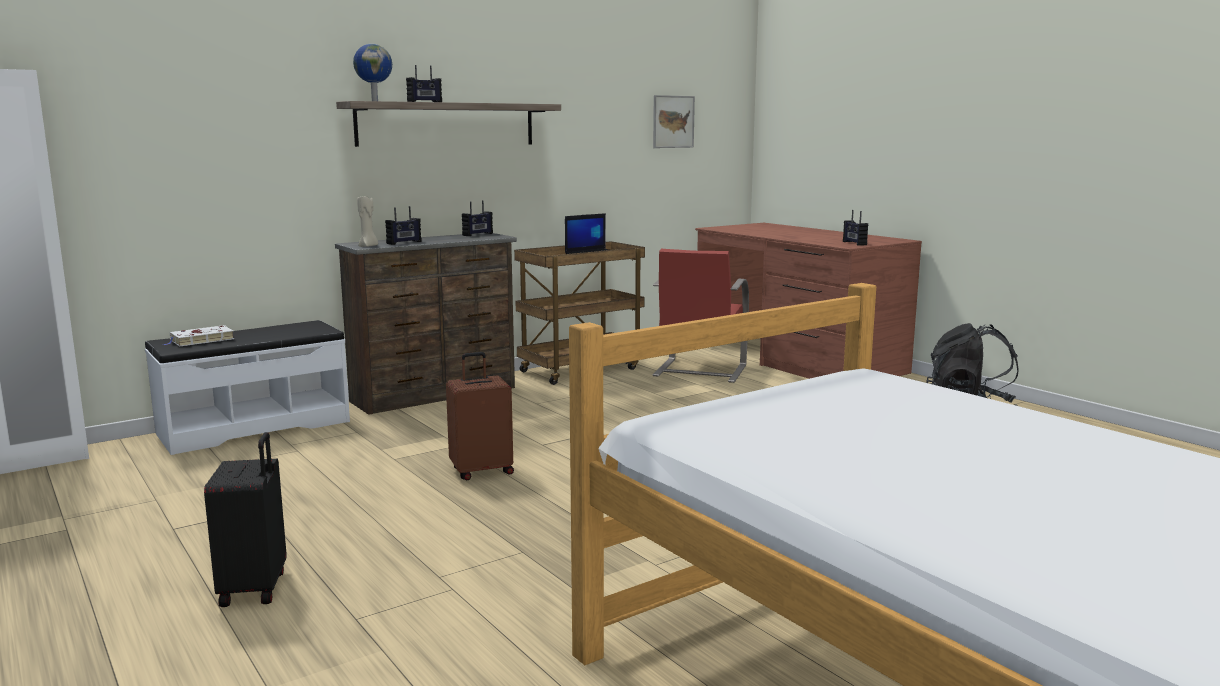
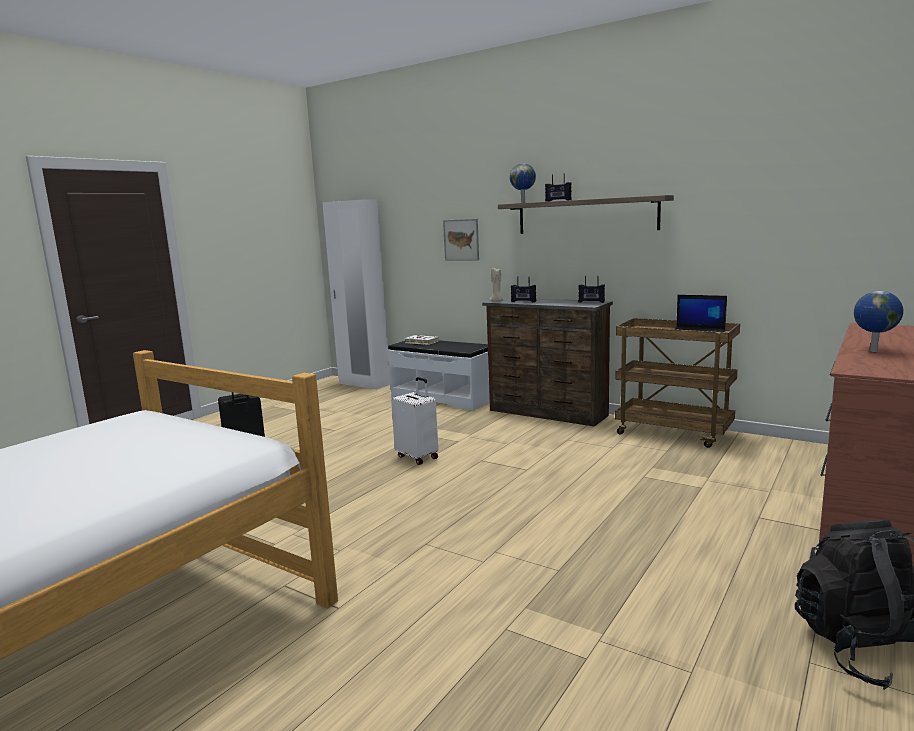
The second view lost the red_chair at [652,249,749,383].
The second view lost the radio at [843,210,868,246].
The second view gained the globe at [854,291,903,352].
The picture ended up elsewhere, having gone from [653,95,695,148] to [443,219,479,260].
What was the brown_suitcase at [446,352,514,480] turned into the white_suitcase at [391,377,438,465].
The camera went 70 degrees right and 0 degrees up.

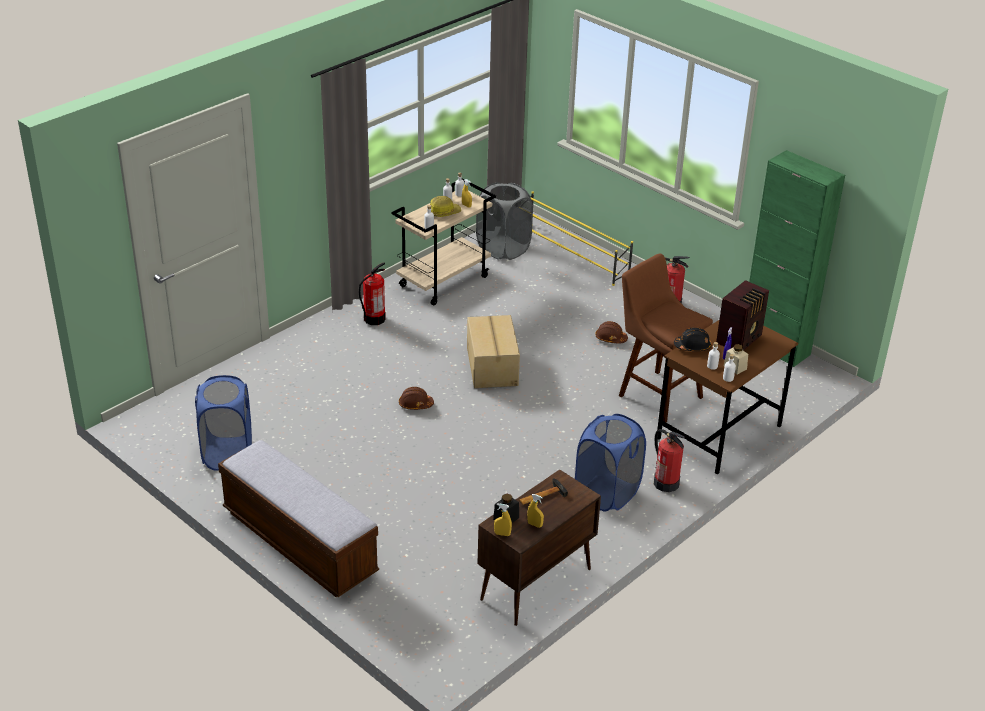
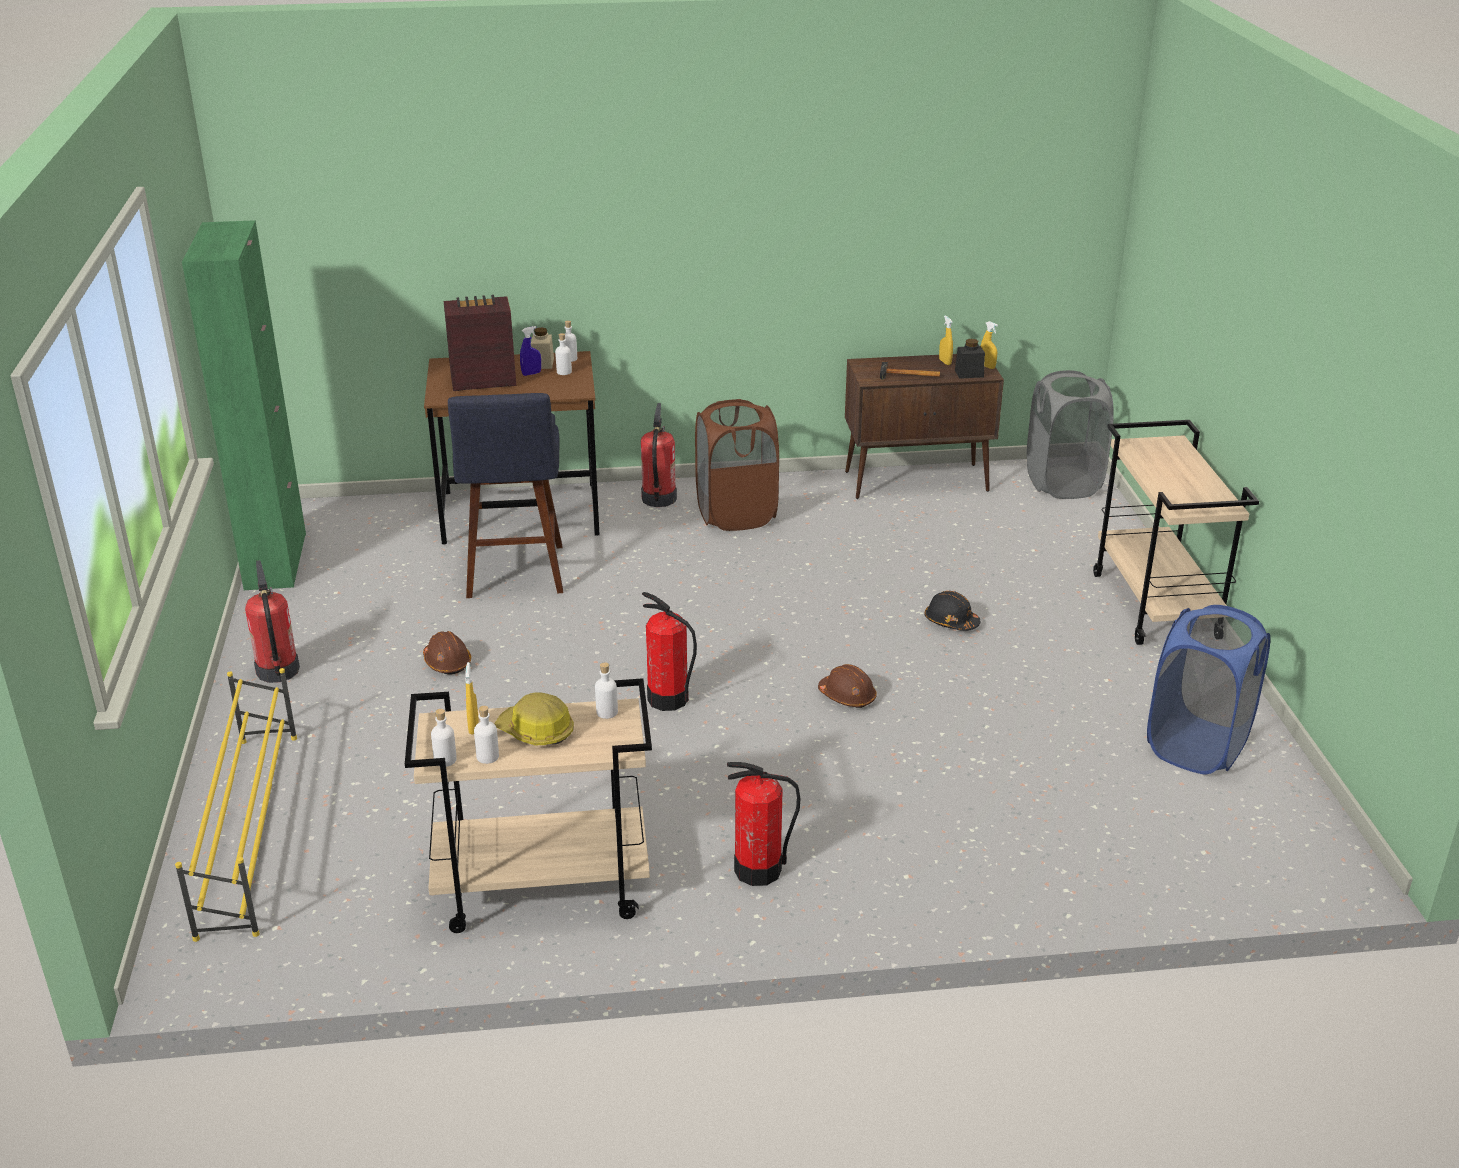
The grey_laundry_basket ended up elsewhere, having gone from [476,182,533,260] to [1027,370,1114,499].
The black_hard_hat ended up elsewhere, having gone from [674,327,711,351] to [924,591,980,631].
Where the bench stood at [218,440,379,597], the beige_cart came to stand at [1093,420,1259,645].
Where the cardboard_box stood at [467,315,520,388], the fire_extinguisher came to stand at [642,592,697,711].
What was the blue_laundry_basket at [575,414,646,512] turned into the brown_laundry_basket at [695,399,779,531].
What was the brown_stool at [619,254,713,422] turned into the blue_stool at [448,393,563,598].
The camera went 140 degrees left and 5 degrees down.

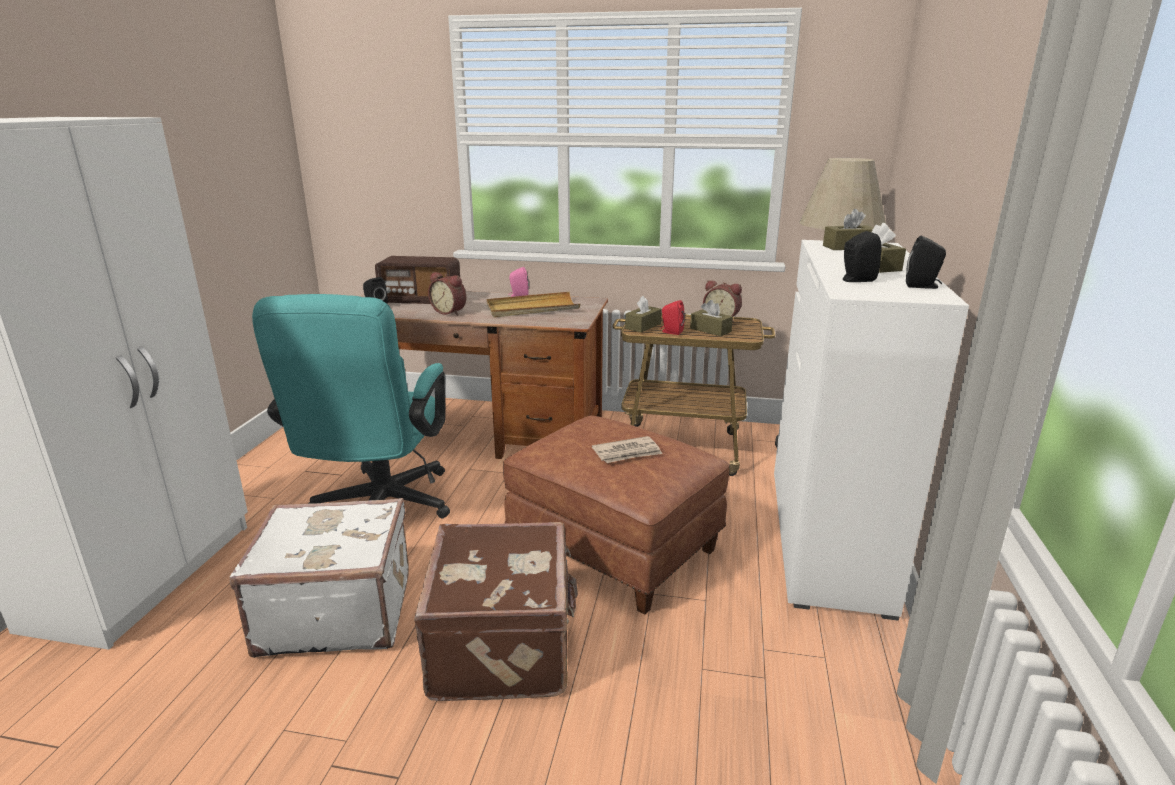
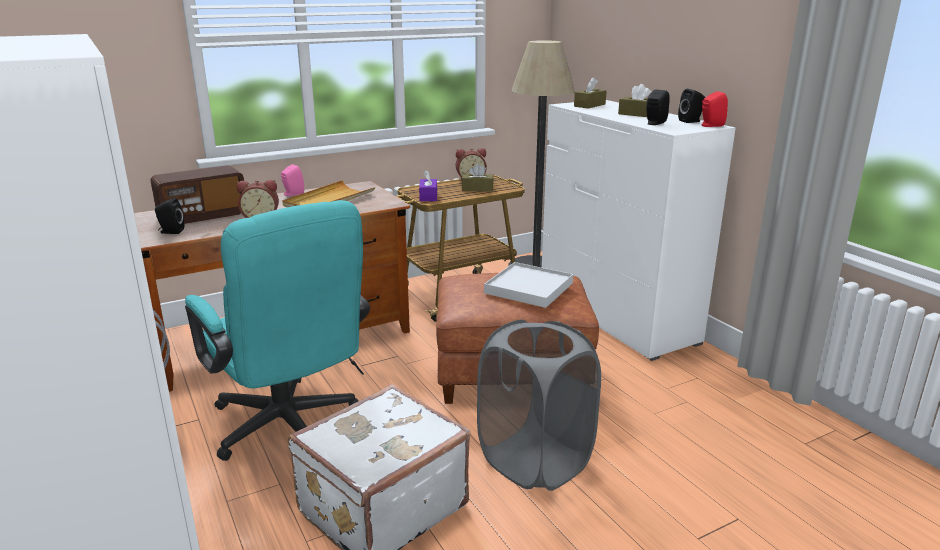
The red_speaker ended up elsewhere, having gone from [660,300,685,335] to [701,91,728,127].
Where the brown_suitcase stood at [414,522,578,701], the grey_laundry_basket came to stand at [477,320,601,491].
Where the newspaper stood at [592,436,663,463], the white_tray came to stand at [484,262,573,308].
What was the brown_tissue_box at [625,296,662,332] turned into the purple_tissue_box at [419,170,437,201].
The camera went 40 degrees left and 0 degrees up.

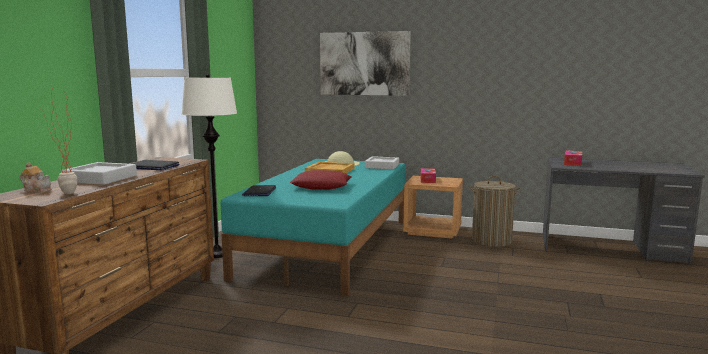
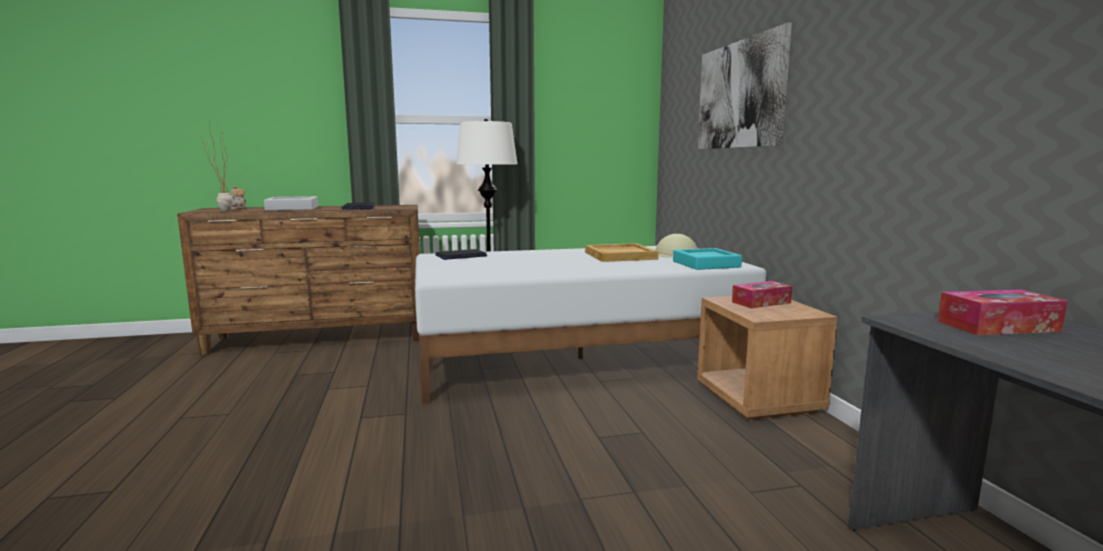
The second view lost the red_pillow at [290,170,352,190].
The second view lost the laundry_basket at [469,176,521,247].
What was the turquoise_bed at [221,159,405,296] turned into the white_bed at [415,246,766,404].
What was the grey_tray at [365,156,399,169] turned into the turquoise_tray at [673,248,742,270].
The camera went 60 degrees right and 0 degrees up.

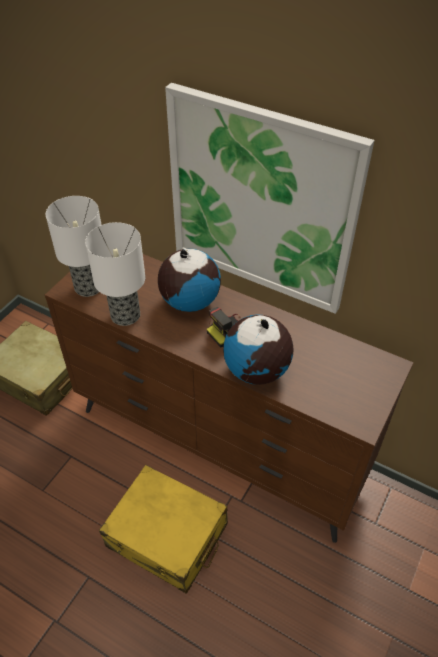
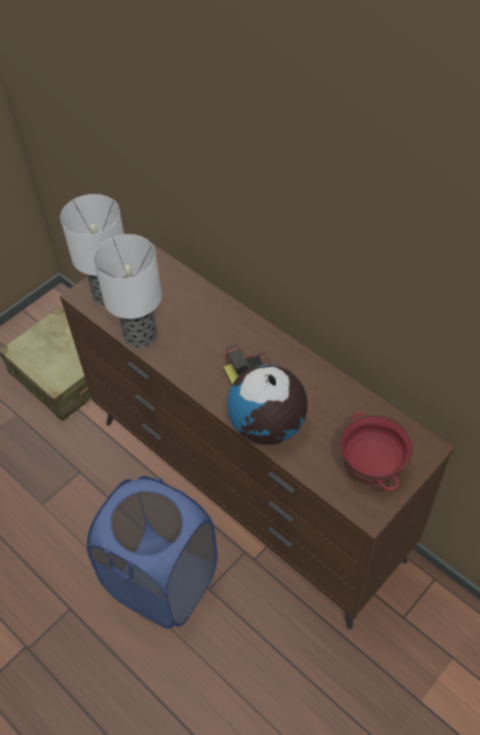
The second view lost the globe at [158,249,221,312].
The second view lost the picture at [165,83,375,314].
The second view gained the red_bowl at [340,412,413,491].
Where the yellow_suitcase stood at [99,465,228,594], the blue_laundry_basket came to stand at [87,476,218,629].
The camera went 15 degrees right and 5 degrees up.

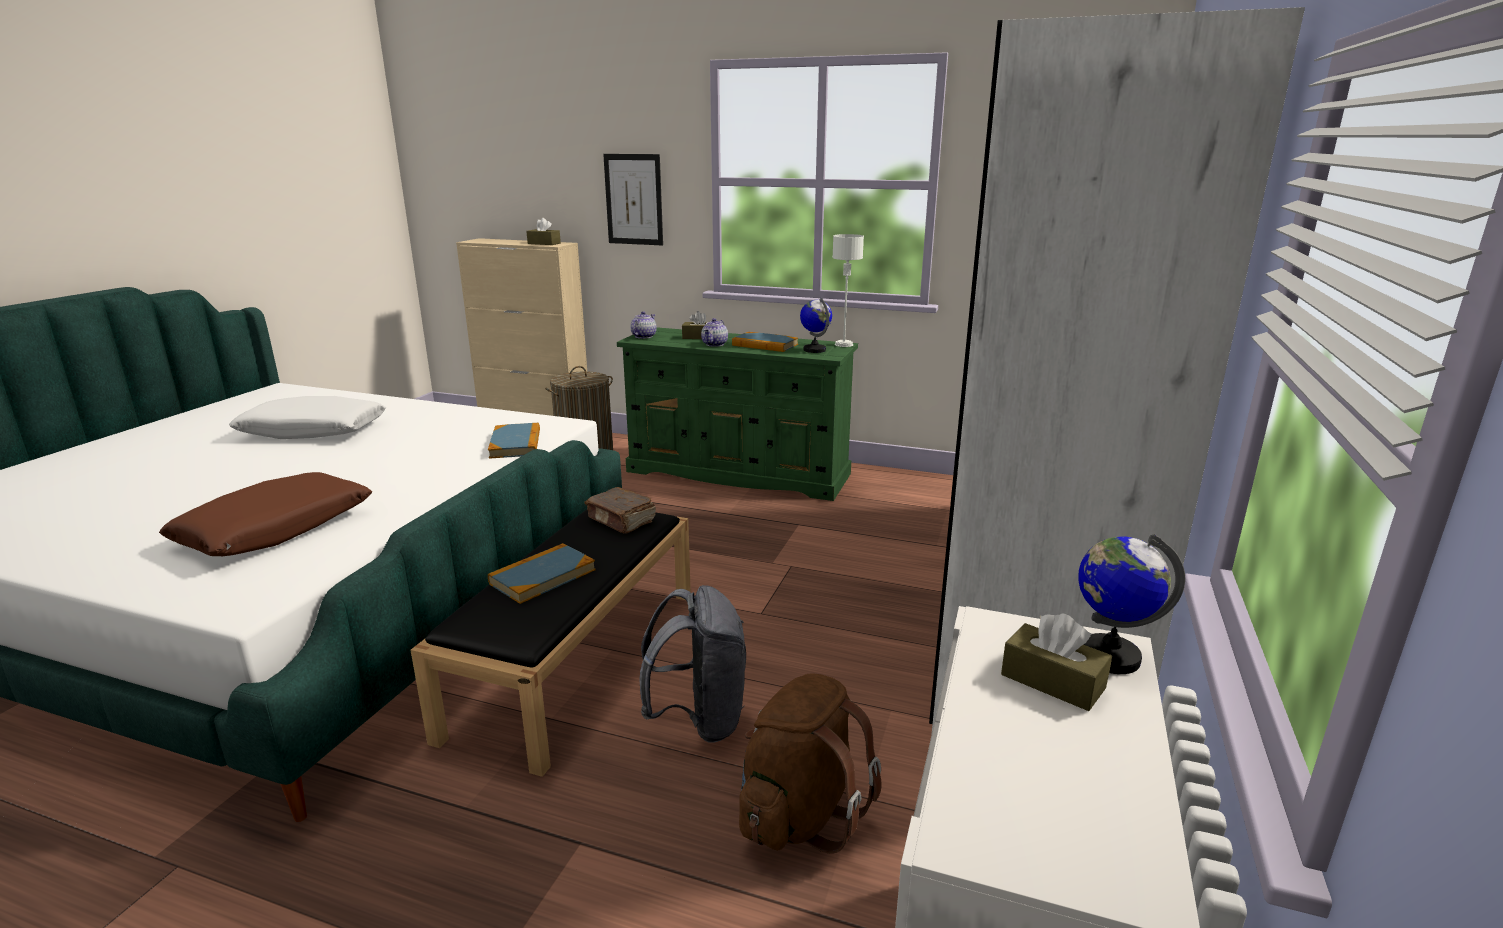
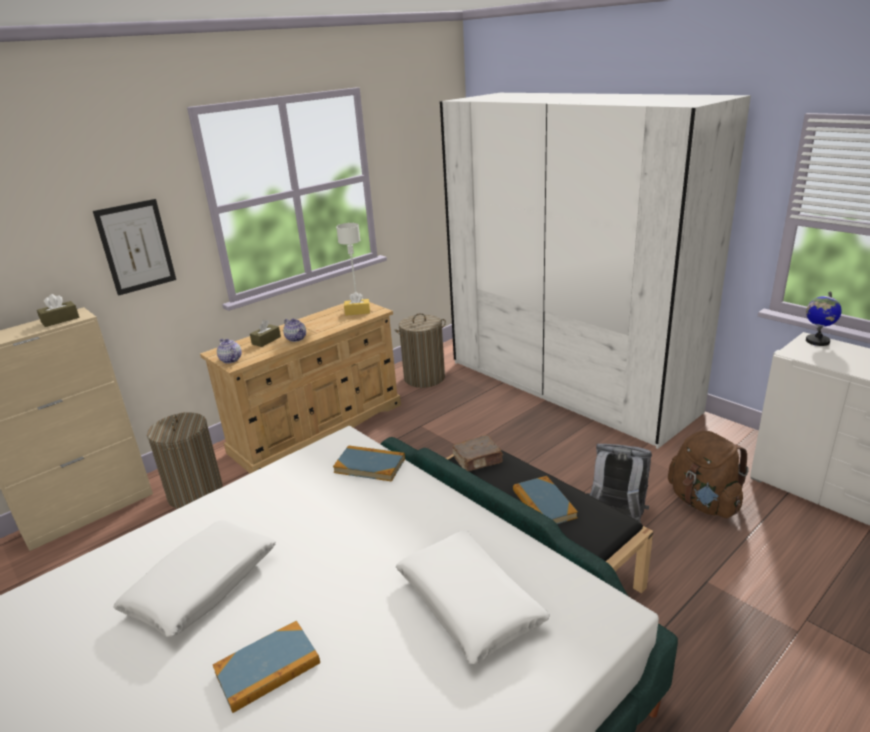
The second view lost the brown_tissue_box at [1001,614,1112,711].
The second view gained the laundry_basket at [395,313,446,388].
The book ended up elsewhere, having gone from [732,332,798,352] to [213,621,320,713].
Where the globe stood at [800,297,832,353], the yellow_tissue_box came to stand at [344,292,370,316].
What was the brown_pillow at [159,472,372,556] turned into the white_pillow at [396,530,550,664].
What was the green_dresser at [617,327,858,501] turned into the beige_dresser at [200,302,401,473].
The camera went 60 degrees left and 5 degrees up.

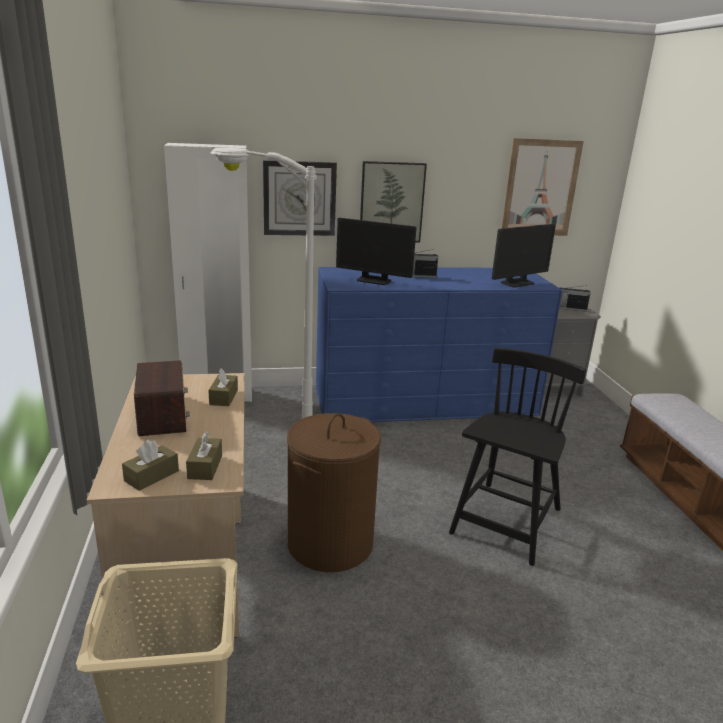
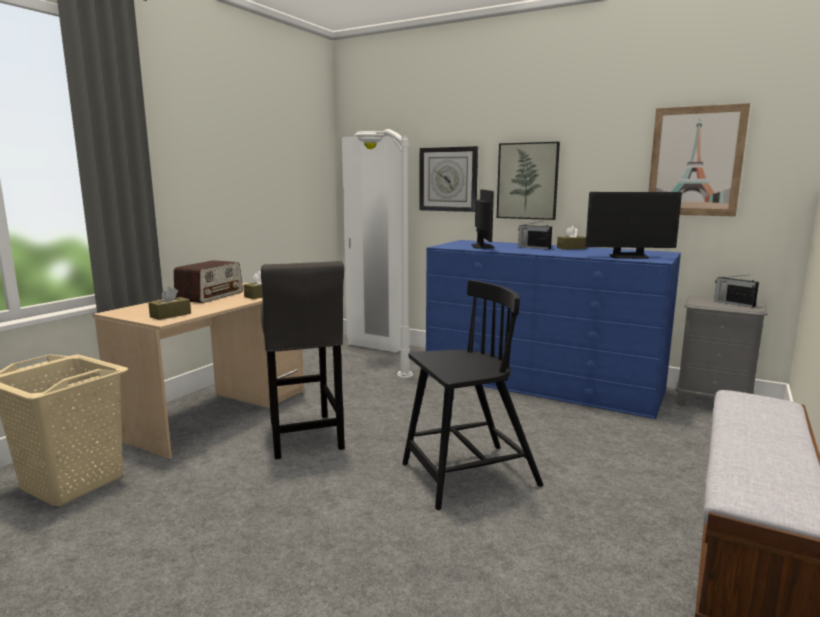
The brown_tissue_box ended up elsewhere, having gone from [122,439,179,491] to [557,226,587,250].
Where the brown_laundry_basket stood at [287,413,381,572], the grey_stool came to stand at [261,261,345,459].
The monitor at [336,218,417,285] ended up facing another way, 150 degrees counterclockwise from before.
The camera went 40 degrees right and 10 degrees down.

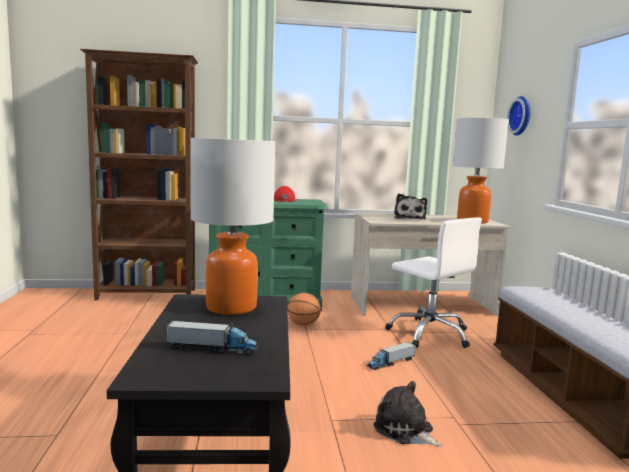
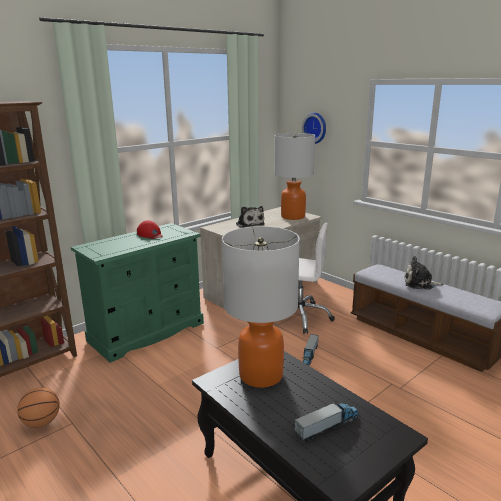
The basketball ended up elsewhere, having gone from [287,293,321,326] to [17,387,60,428].
The plush_toy ended up elsewhere, having gone from [373,381,443,447] to [404,256,443,290].
The camera went 35 degrees left and 10 degrees up.

